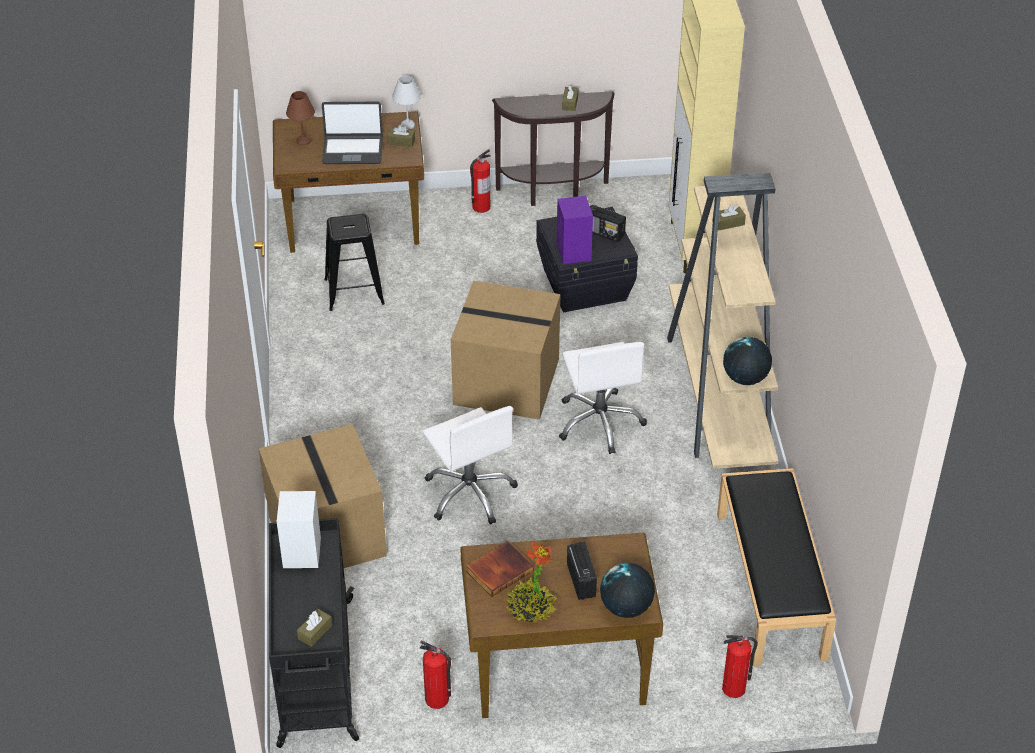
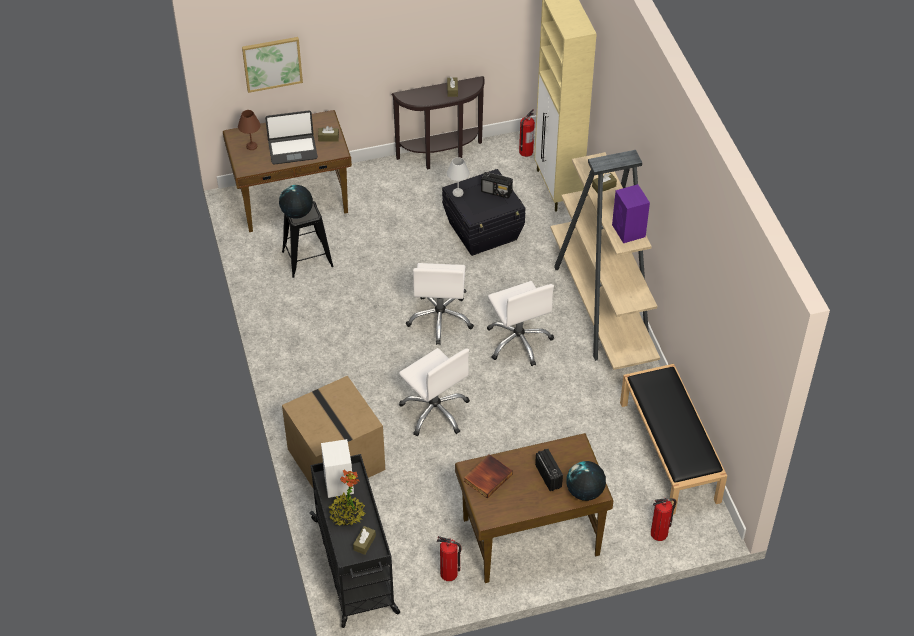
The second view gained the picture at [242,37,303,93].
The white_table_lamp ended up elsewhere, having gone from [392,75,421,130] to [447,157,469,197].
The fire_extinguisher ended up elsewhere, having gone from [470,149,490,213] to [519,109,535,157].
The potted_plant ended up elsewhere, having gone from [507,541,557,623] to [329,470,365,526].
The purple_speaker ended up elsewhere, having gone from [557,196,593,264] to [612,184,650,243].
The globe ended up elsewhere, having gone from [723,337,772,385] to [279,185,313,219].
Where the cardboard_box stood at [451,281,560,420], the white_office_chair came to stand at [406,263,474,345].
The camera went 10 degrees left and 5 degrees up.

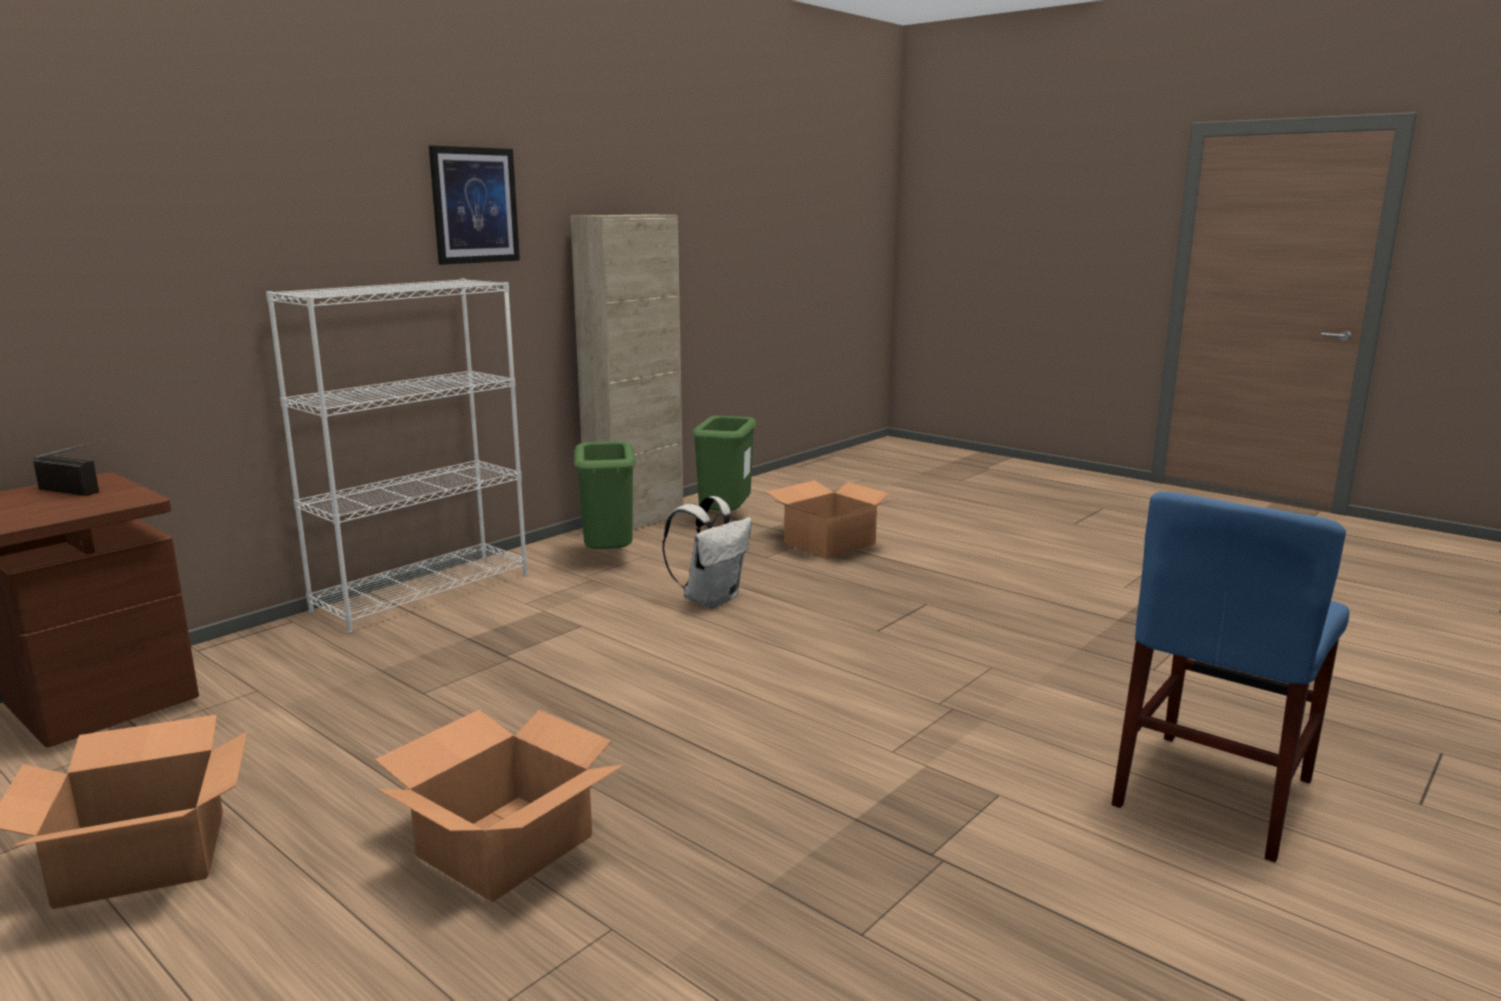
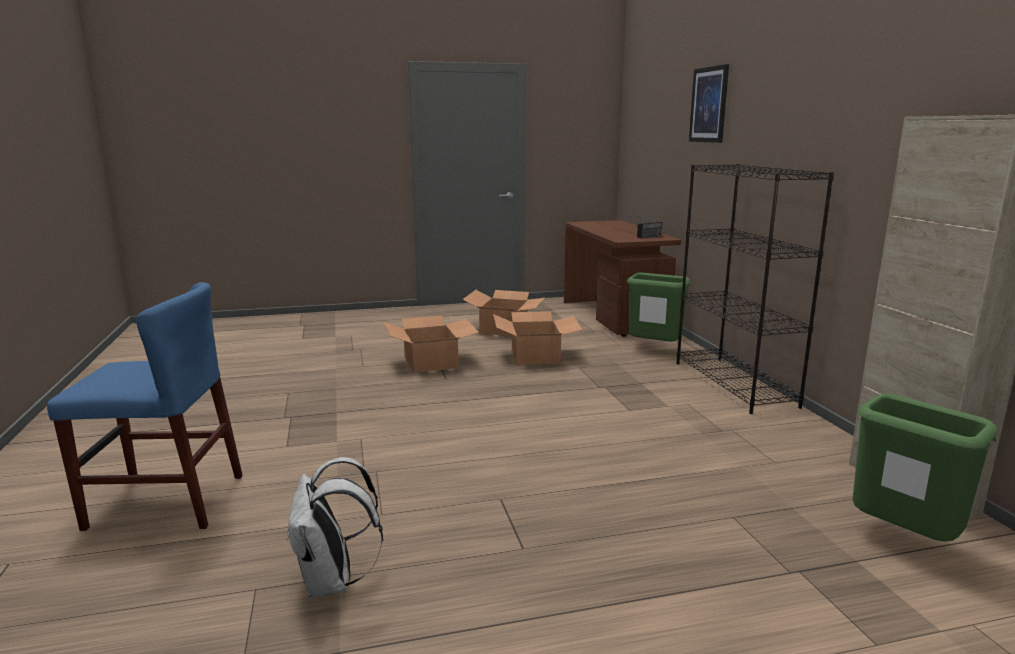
The picture ended up elsewhere, having gone from [429,145,520,265] to [689,64,729,143].
The green_trash_can ended up elsewhere, having gone from [574,441,636,549] to [627,273,691,341].
The white_backpack ended up elsewhere, having gone from [662,496,752,608] to [287,457,383,598].
The cardboard_box ended up elsewhere, having gone from [766,480,897,559] to [493,311,583,365].
What was the white_bookcase at [266,279,527,634] turned into the black_bookcase at [677,164,834,414].
The blue_chair at [1111,492,1349,862] ended up facing another way, 105 degrees clockwise from before.
The camera went 125 degrees right and 0 degrees up.

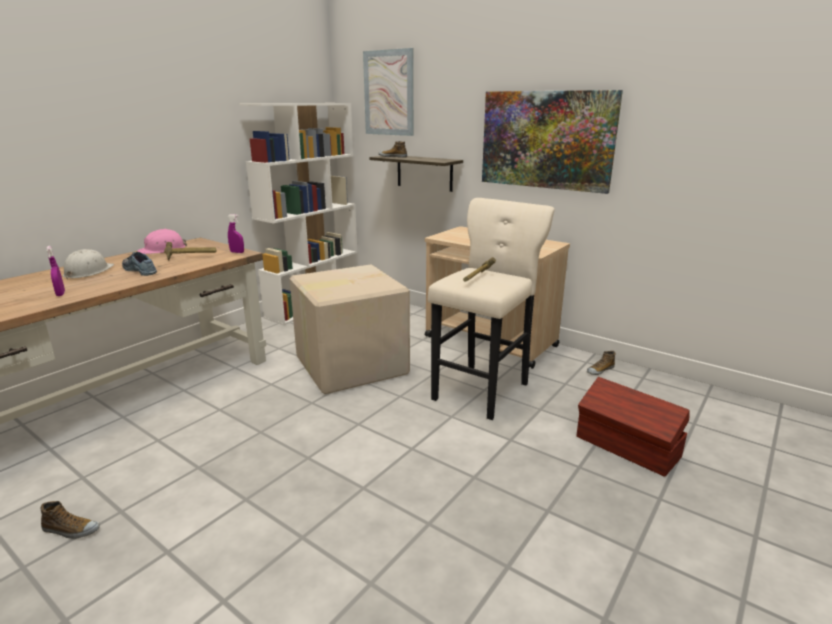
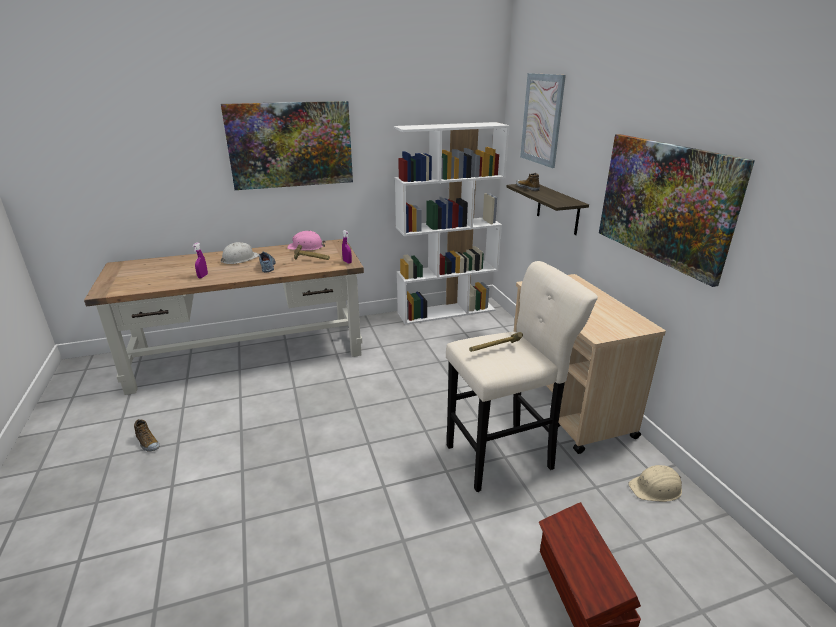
The second view lost the cardboard_box at [290,264,410,394].
The second view gained the picture at [221,101,353,190].
Where the shoe stood at [587,351,616,375], the beige_hard_hat came to stand at [628,465,682,502].
The camera went 35 degrees right and 5 degrees up.

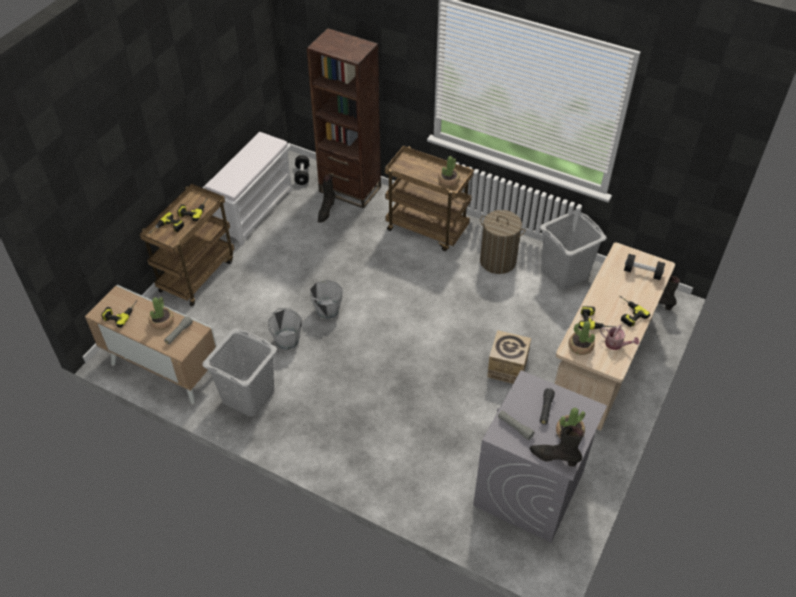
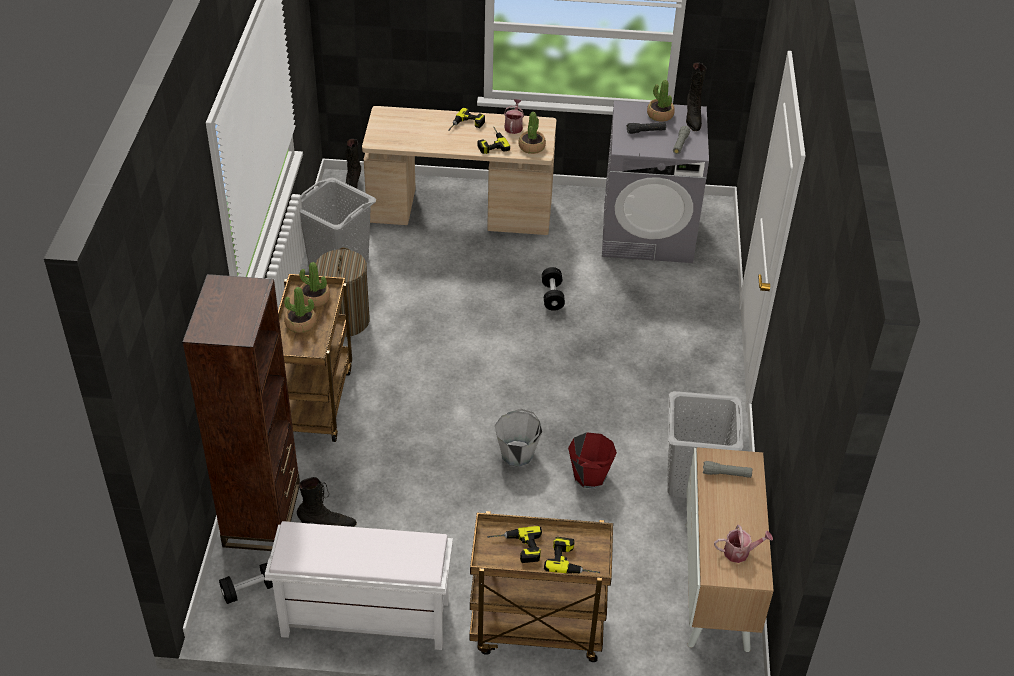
The second view lost the cardboard_box at [487,330,531,384].
The potted_plant ended up elsewhere, having gone from [149,297,174,330] to [284,287,316,333].
The black_dumbbell ended up elsewhere, having gone from [624,254,665,280] to [542,267,565,311].
Where the power_drill stood at [101,300,137,328], the watering_can came to stand at [714,525,773,563].
What was the grey_bucket at [268,308,302,350] turned into the red_bucket at [568,432,617,489].
The camera went 115 degrees left and 5 degrees down.

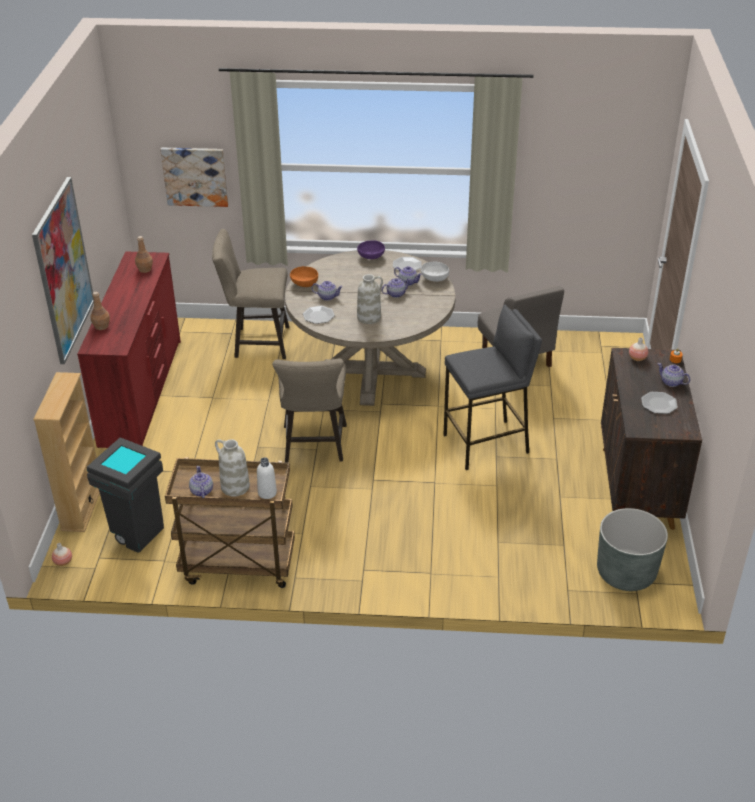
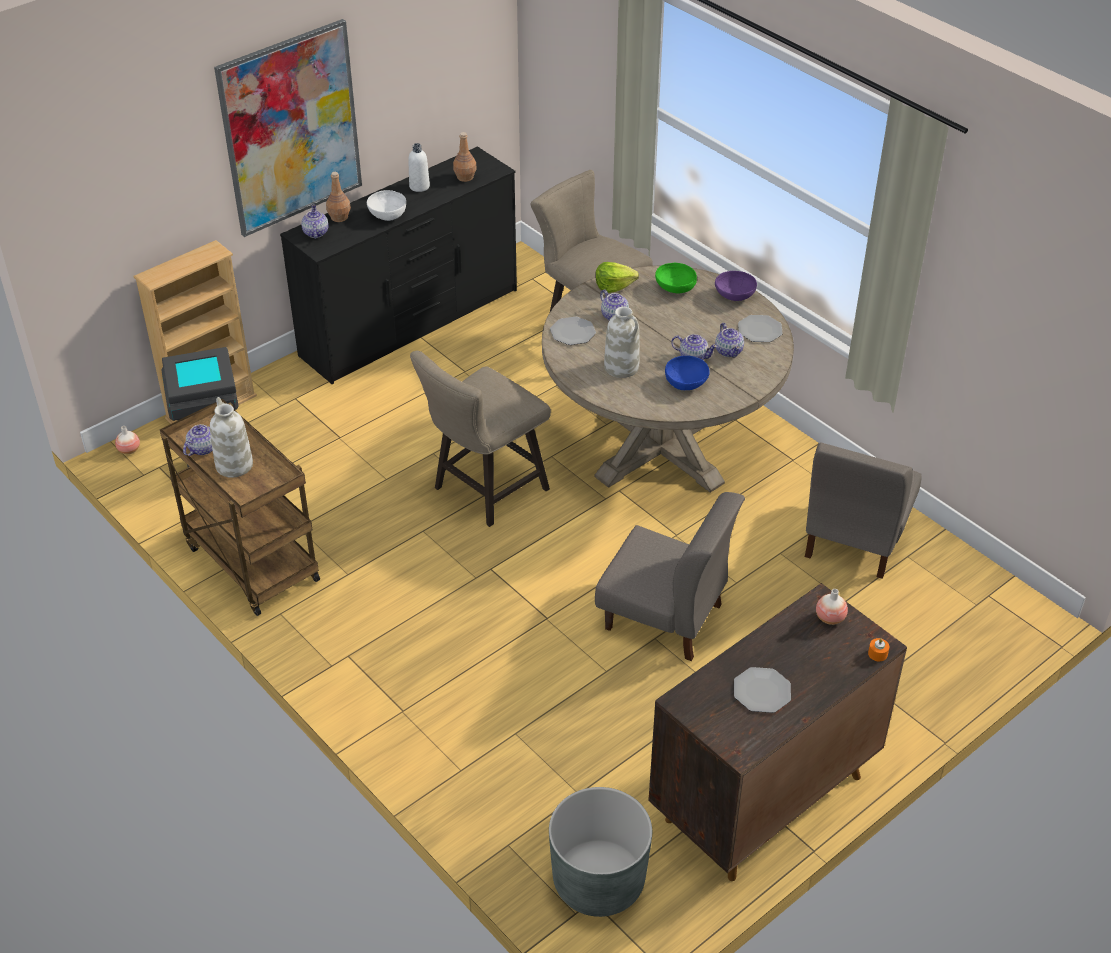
The second view lost the picture at [160,148,228,207].
The second view gained the green_bowl at [655,263,697,293].
The second view gained the blue_bowl at [665,356,710,390].
The white_bottle ended up elsewhere, having gone from [257,457,277,499] to [408,143,430,192].
The white_bowl ended up elsewhere, having gone from [421,261,449,282] to [367,190,406,221].
The teapot ended up elsewhere, having gone from [657,363,690,387] to [301,204,329,239].
Where the orange_bowl stood at [290,266,318,287], the lettuce came to stand at [595,262,639,293].
Where the grey_stool stood at [443,305,542,470], the grey_chair came to stand at [595,492,745,661].
What was the red_dresser at [77,251,181,448] turned into the black_dresser at [280,146,517,384].
The camera went 45 degrees right and 5 degrees up.

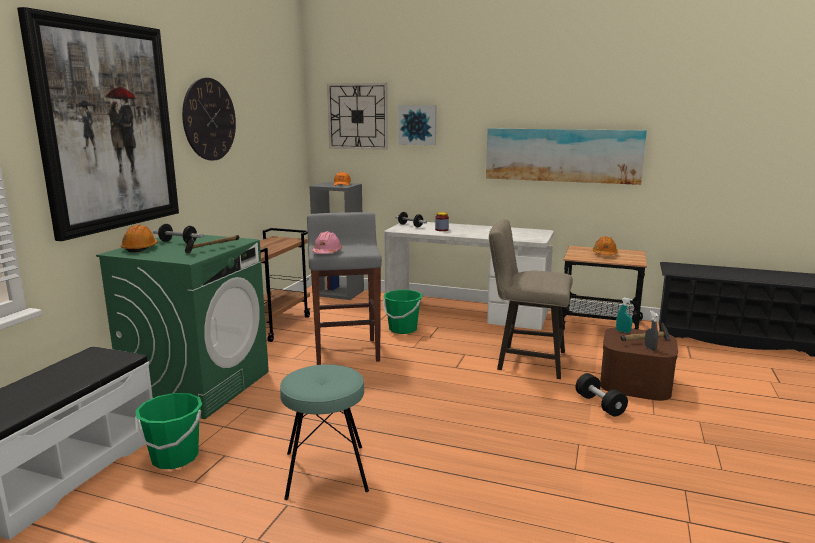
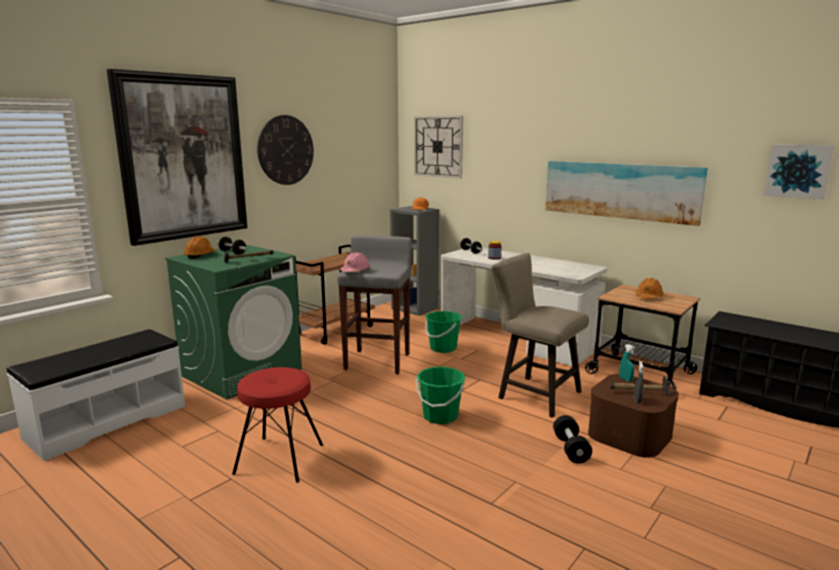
The green_bucket ended up elsewhere, having gone from [135,393,202,469] to [416,367,465,424].
The picture ended up elsewhere, having gone from [398,105,436,145] to [764,145,834,200].
What was the turquoise_stool at [280,364,369,500] turned into the red_stool at [232,367,323,483].
The camera went 20 degrees right and 0 degrees up.

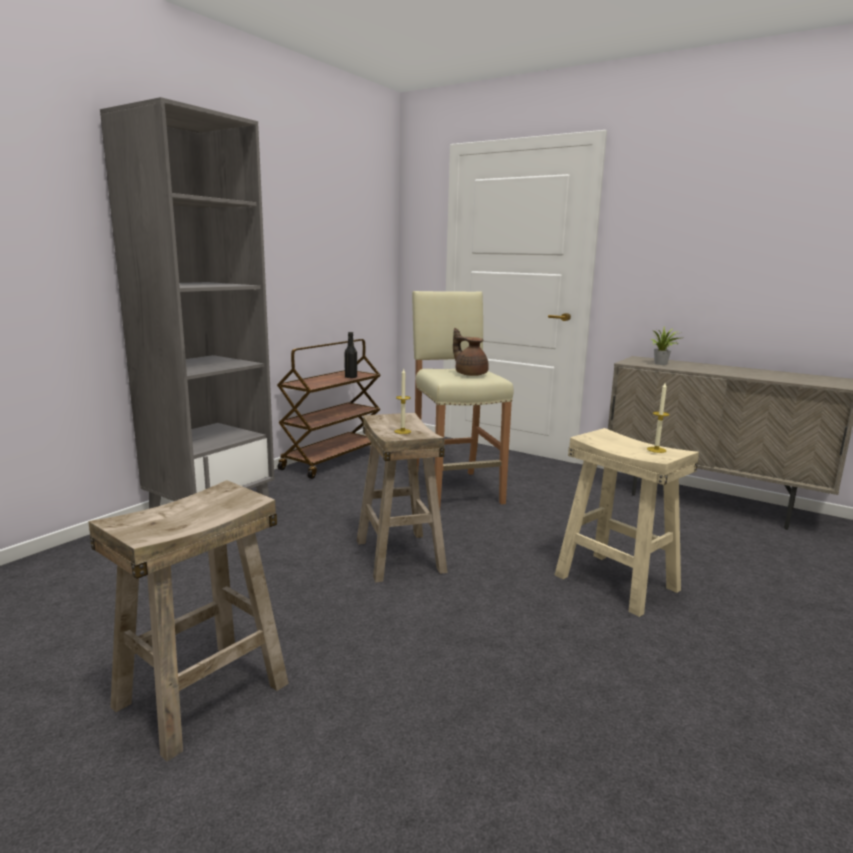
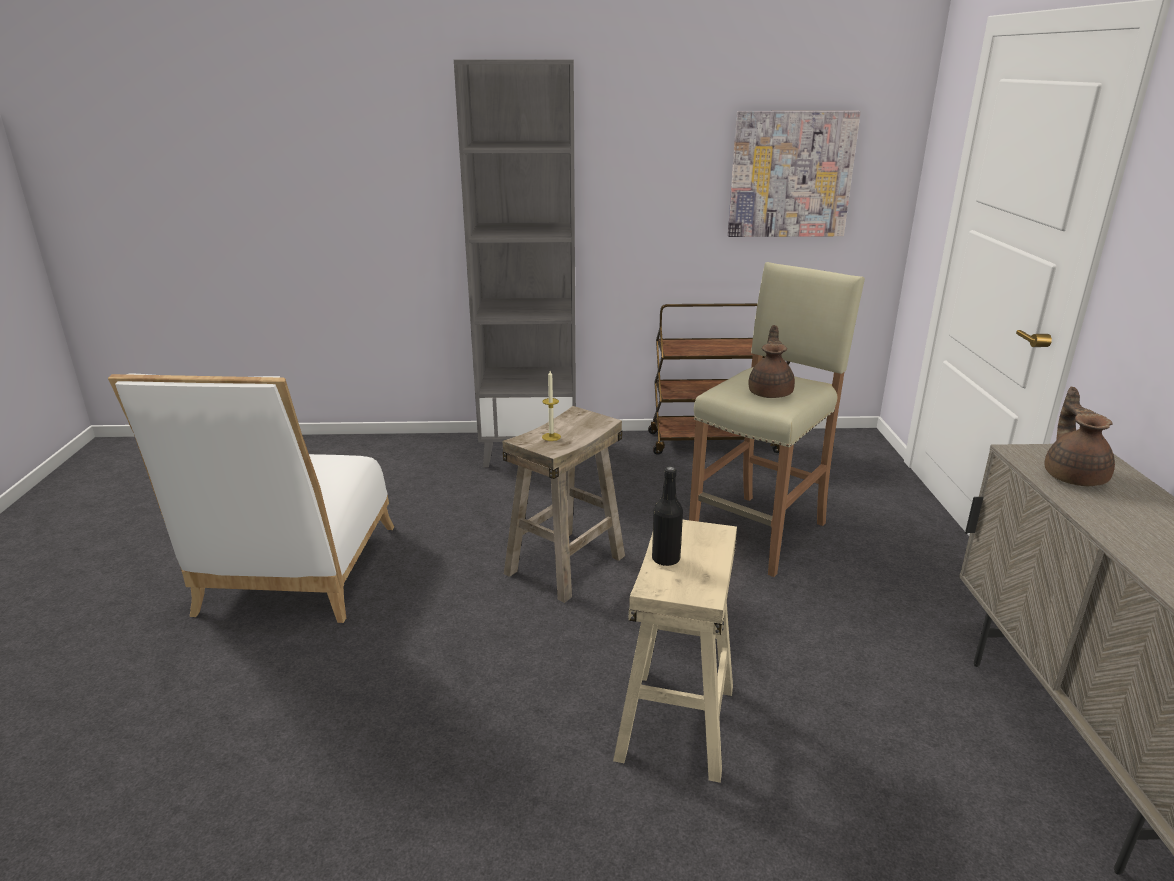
The second view lost the candle at [647,383,670,453].
The second view gained the picture at [728,111,861,237].
The black_bottle ended up elsewhere, having gone from [344,332,357,378] to [652,466,683,566].
Where the beige_stool stood at [88,480,289,762], the white_chair came to stand at [108,373,394,623].
Where the potted_plant stood at [651,327,681,365], the brown_teapot came to stand at [1045,387,1115,486].
The camera went 55 degrees right and 10 degrees up.

